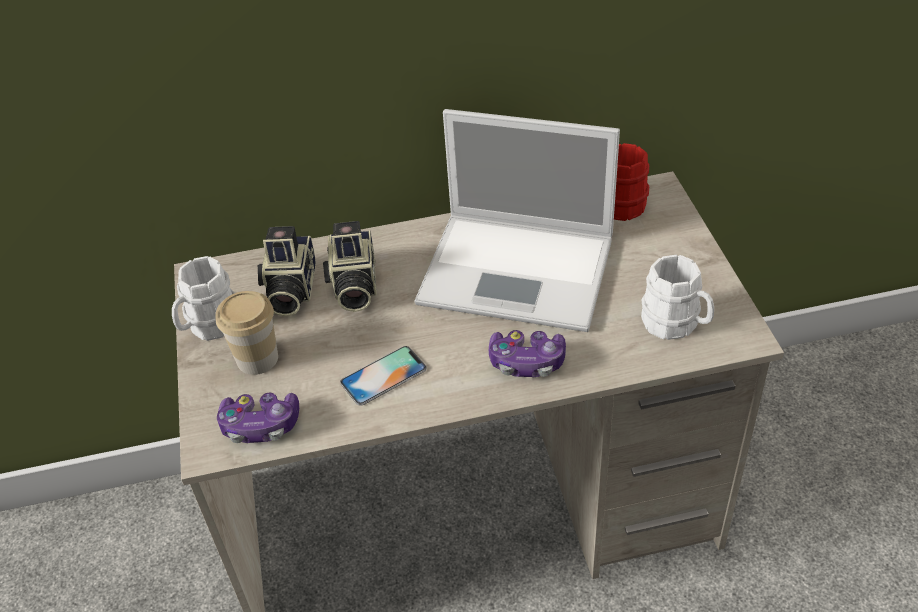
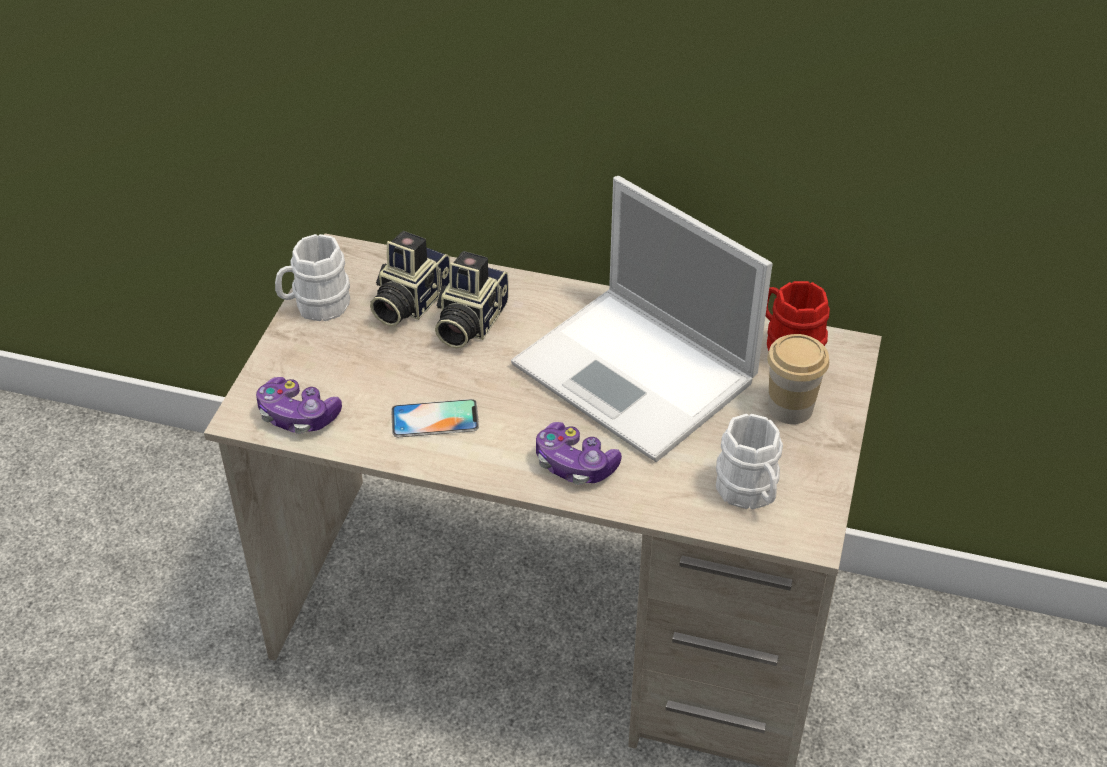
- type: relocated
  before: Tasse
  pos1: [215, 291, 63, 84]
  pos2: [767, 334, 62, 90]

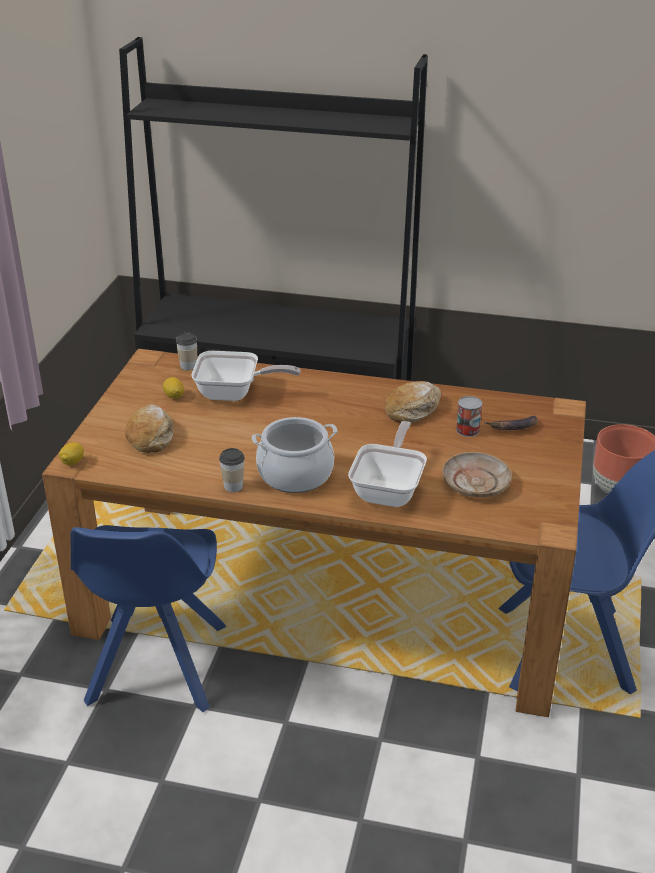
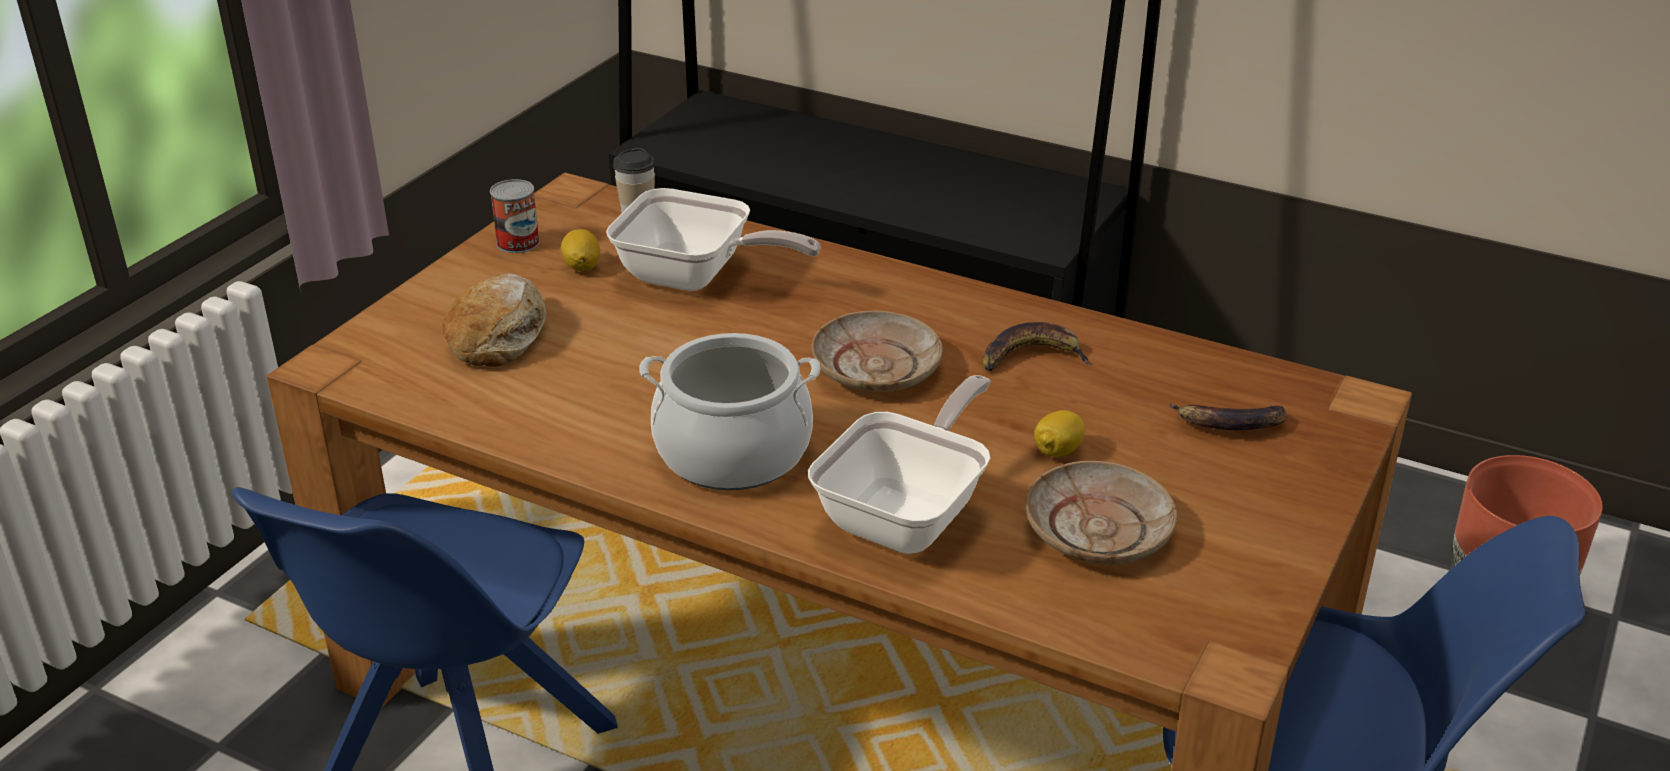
- type: relocated
  before: Dose
  pos1: [456, 396, 26, 41]
  pos2: [490, 179, 50, 74]
- type: appeared
  after: Teller [beige]
  pos2: [811, 311, 132, 81]
- type: exchanged
  before: Brot
  after: Banane
  pos1: [385, 381, 56, 42]
  pos2: [983, 322, 109, 49]
- type: relocated
  before: Zitrone
  pos1: [59, 442, 25, 23]
  pos2: [1034, 410, 51, 47]
- type: missing
  before: Tasse
  pos1: [219, 448, 26, 44]

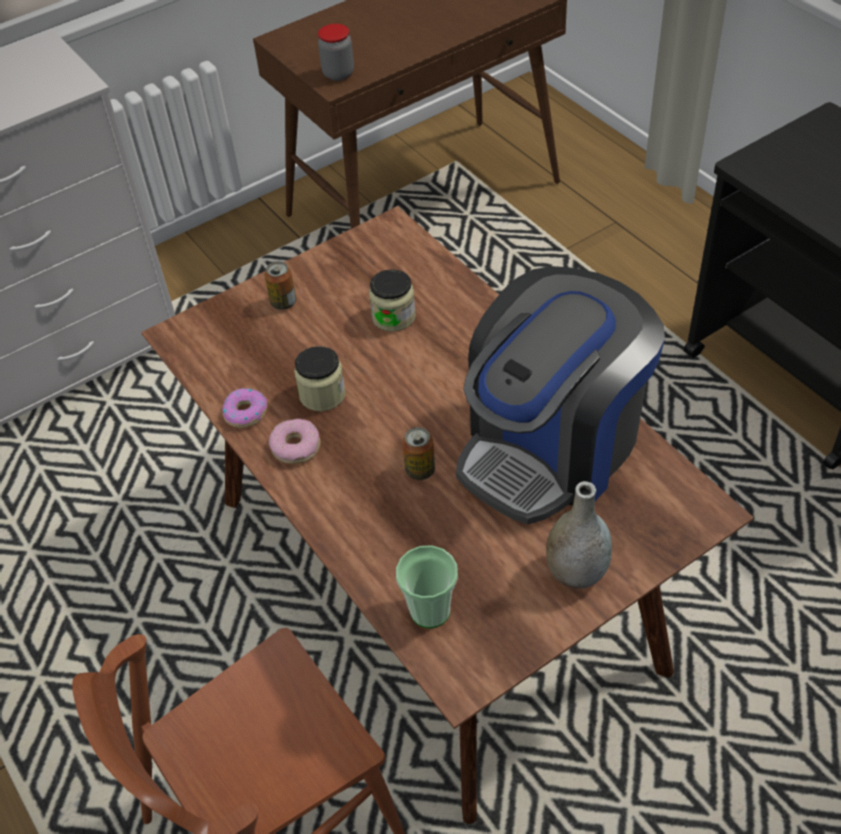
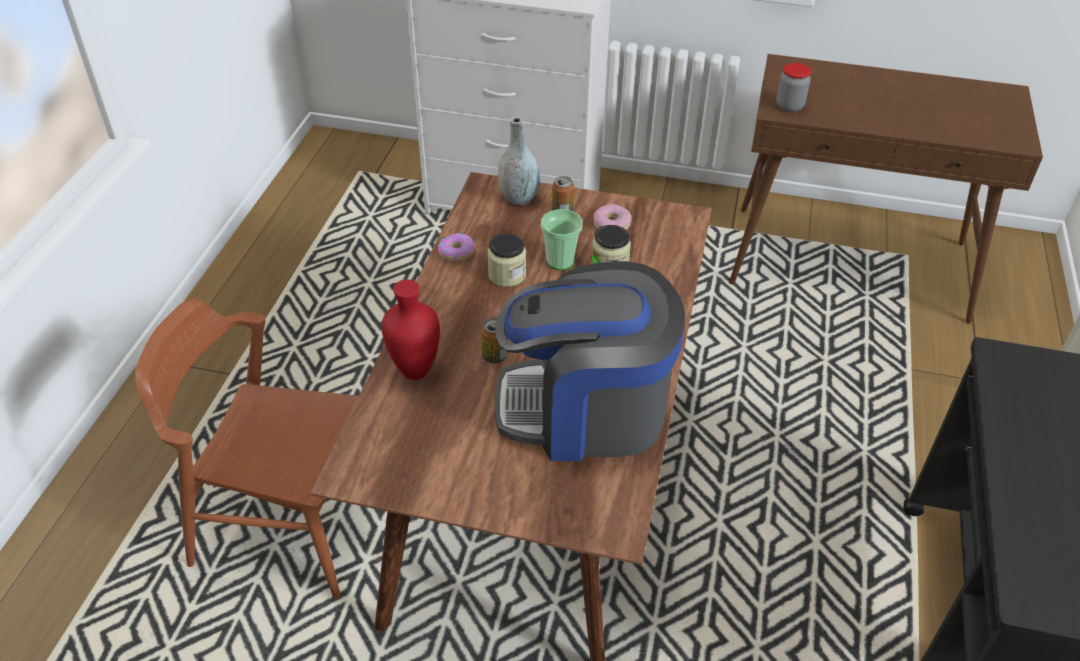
- type: appeared
  after: Vase [rot]
  pos2: [382, 280, 58, 100]
- type: relocated
  before: Vase [grau]
  pos1: [546, 481, 66, 107]
  pos2: [498, 116, 42, 89]
- type: relocated
  before: Tasse
  pos1: [396, 545, 62, 83]
  pos2: [541, 209, 42, 61]
- type: relocated
  before: Donut
  pos1: [269, 419, 52, 45]
  pos2: [593, 204, 38, 26]

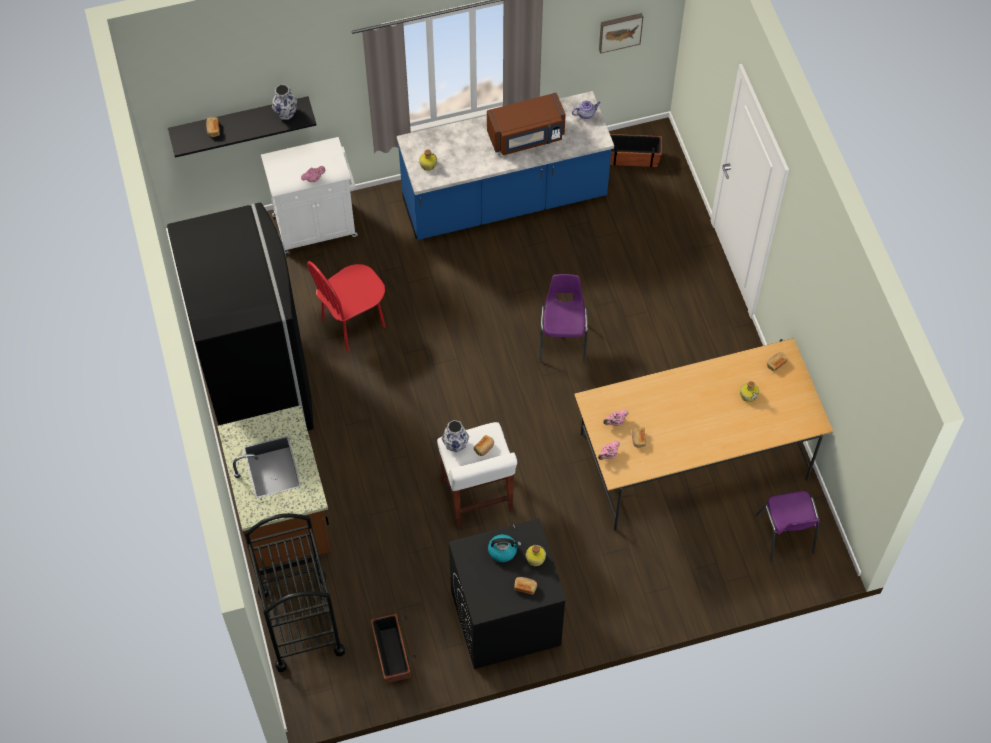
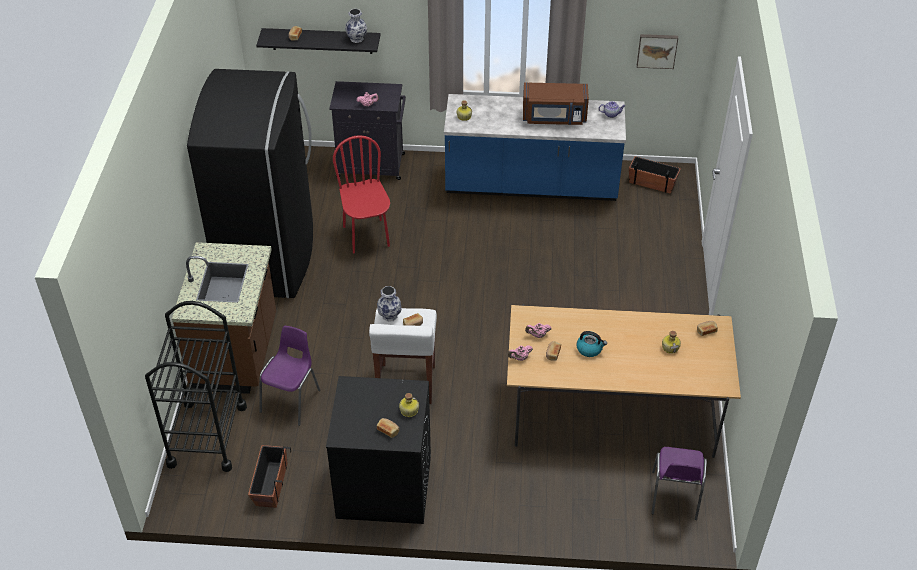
- type: relocated
  before: Stuhl [lila]
  pos1: [539, 274, 49, 90]
  pos2: [260, 326, 60, 100]
- type: colour
  before: Schrank [weiß]
  after: Schrank [schwarz]
  pos1: [261, 137, 97, 116]
  pos2: [329, 81, 77, 99]
- type: spun
  before: Stuhl [rot]
  pos1: [307, 261, 78, 91]
  pos2: [333, 135, 57, 118]
  turn: 90
- type: relocated
  before: Wasserkessel
  pos1: [488, 534, 33, 28]
  pos2: [576, 331, 31, 26]

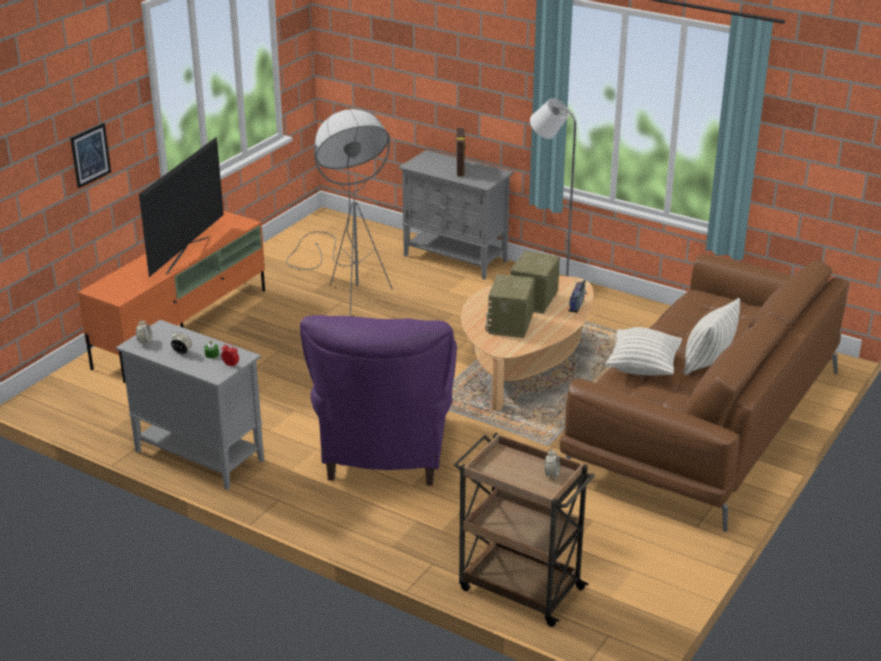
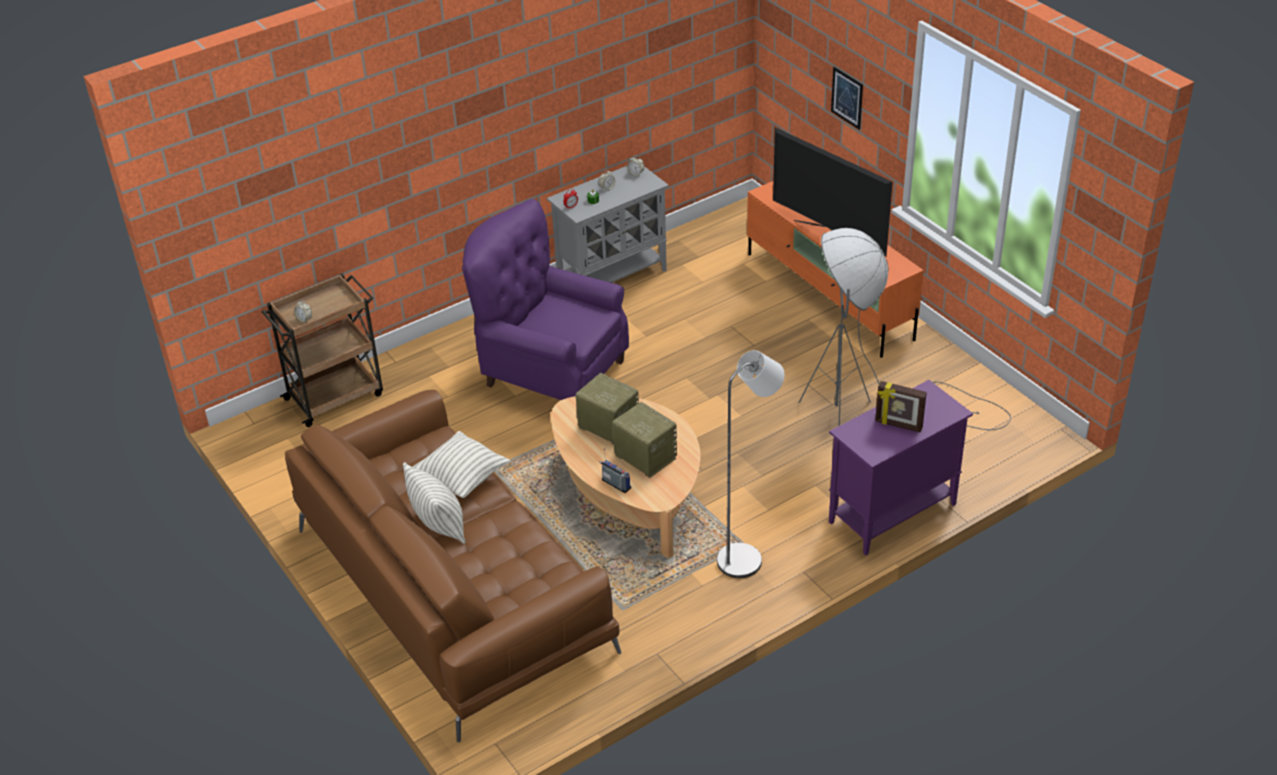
- type: colour
  before: Schrank [grau]
  after: Schrank [lila]
  pos1: [399, 150, 115, 130]
  pos2: [829, 380, 144, 175]

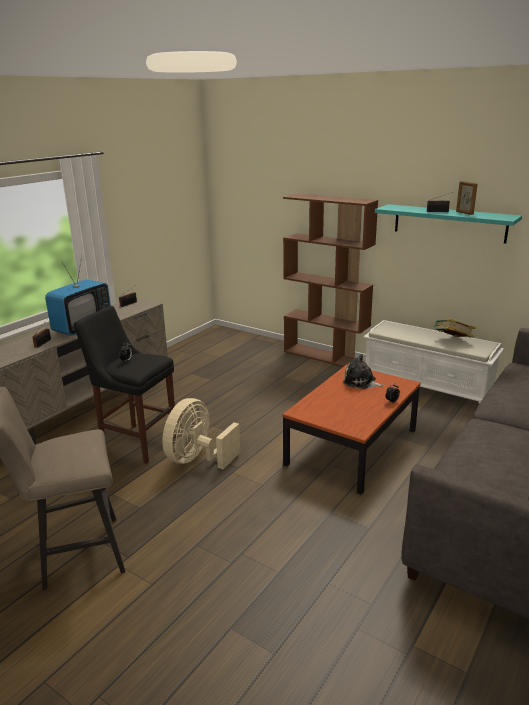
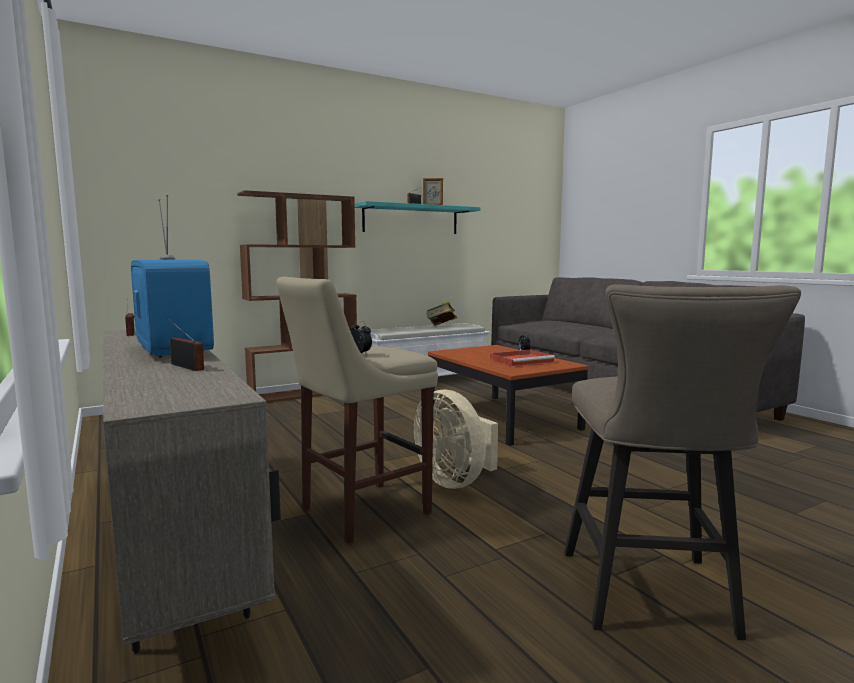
- type: colour
  before: Hocker [schwarz]
  after: Hocker [beige]
  pos1: [74, 306, 102, 158]
  pos2: [276, 276, 162, 268]
- type: appeared
  after: Tablett [rot]
  pos2: [490, 350, 65, 17]
- type: missing
  before: Plüschtier
  pos1: [343, 354, 42, 35]

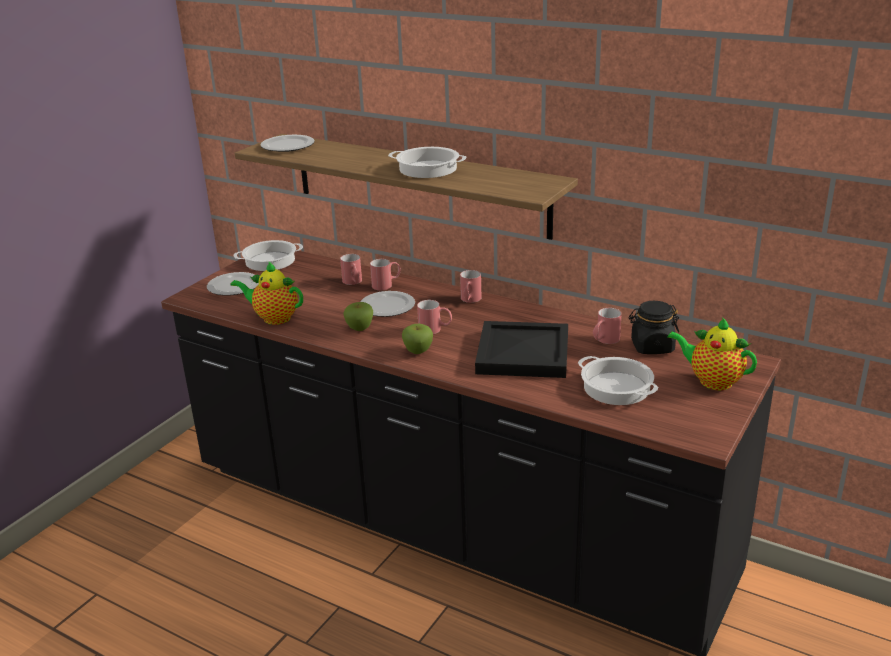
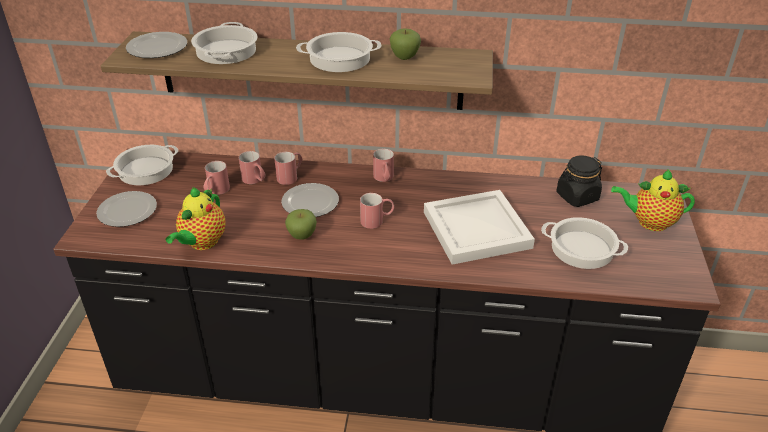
- type: spun
  before: Teekanne
  pos1: [230, 261, 73, 64]
  pos2: [166, 187, 60, 63]
  turn: -60
- type: appeared
  after: Kochtopf
  pos2: [191, 22, 67, 42]
- type: relocated
  before: Henkelbecher [rot]
  pos1: [593, 308, 29, 36]
  pos2: [203, 161, 27, 34]
- type: relocated
  before: Apfel
  pos1: [402, 324, 31, 30]
  pos2: [390, 29, 31, 31]
- type: colour
  before: Tablett [schwarz]
  after: Tablett [weiß]
  pos1: [475, 321, 93, 57]
  pos2: [424, 190, 111, 75]

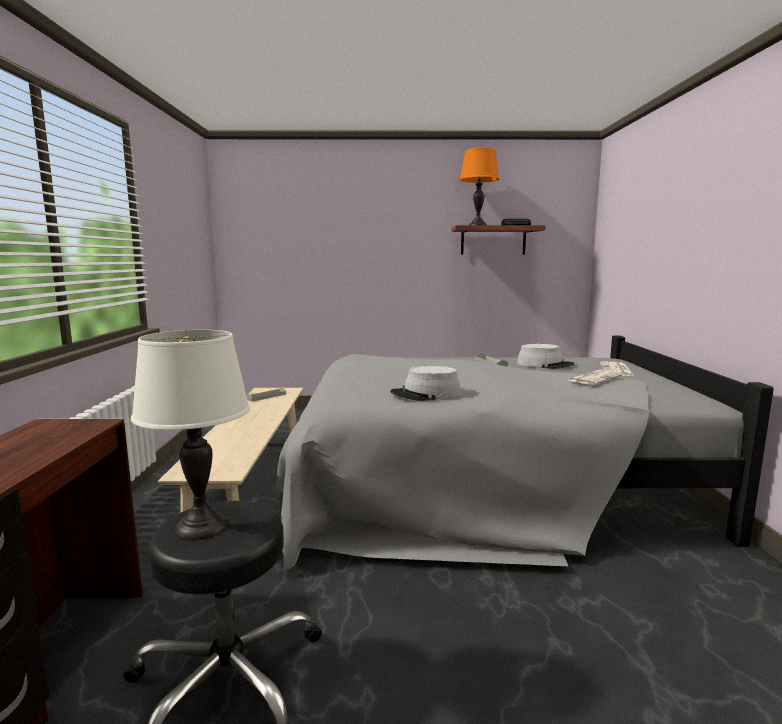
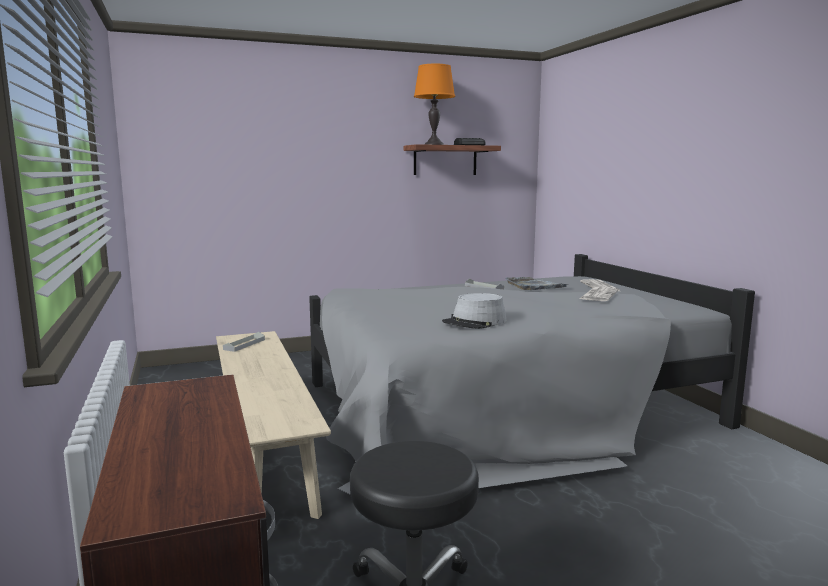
- type: exchanged
  before: Hut [grau]
  after: Tablett [grau]
  pos1: [517, 344, 57, 25]
  pos2: [505, 277, 62, 13]
- type: missing
  before: Tischlampe [weiß]
  pos1: [131, 330, 119, 210]

